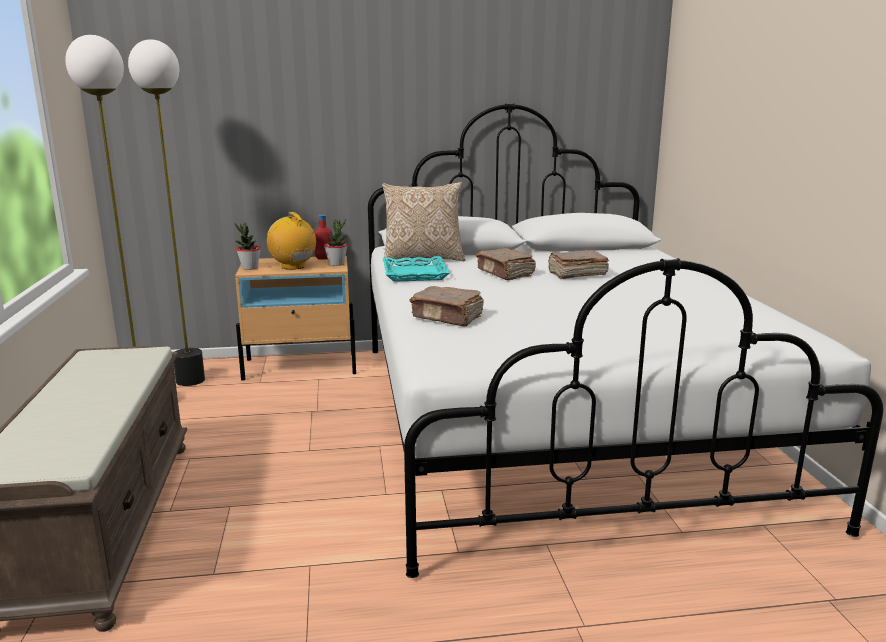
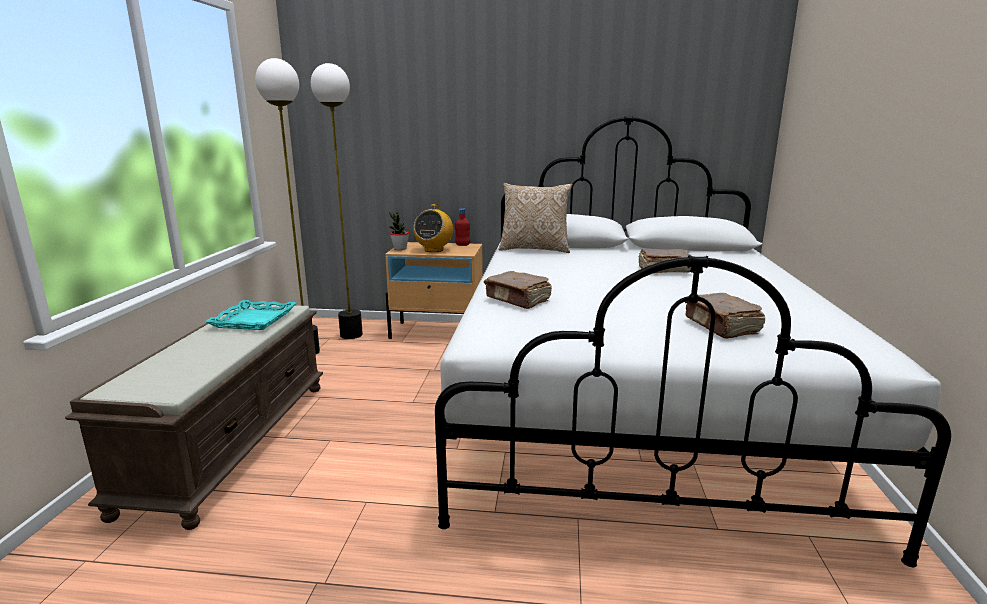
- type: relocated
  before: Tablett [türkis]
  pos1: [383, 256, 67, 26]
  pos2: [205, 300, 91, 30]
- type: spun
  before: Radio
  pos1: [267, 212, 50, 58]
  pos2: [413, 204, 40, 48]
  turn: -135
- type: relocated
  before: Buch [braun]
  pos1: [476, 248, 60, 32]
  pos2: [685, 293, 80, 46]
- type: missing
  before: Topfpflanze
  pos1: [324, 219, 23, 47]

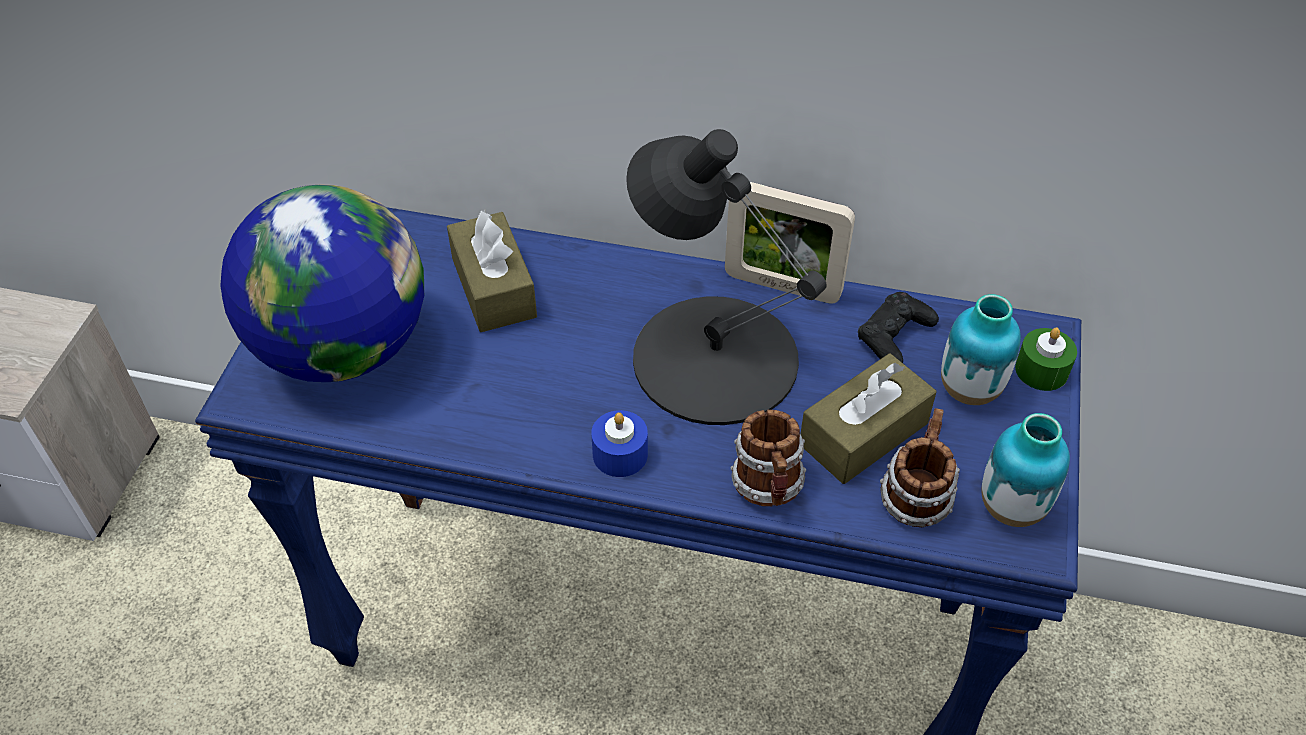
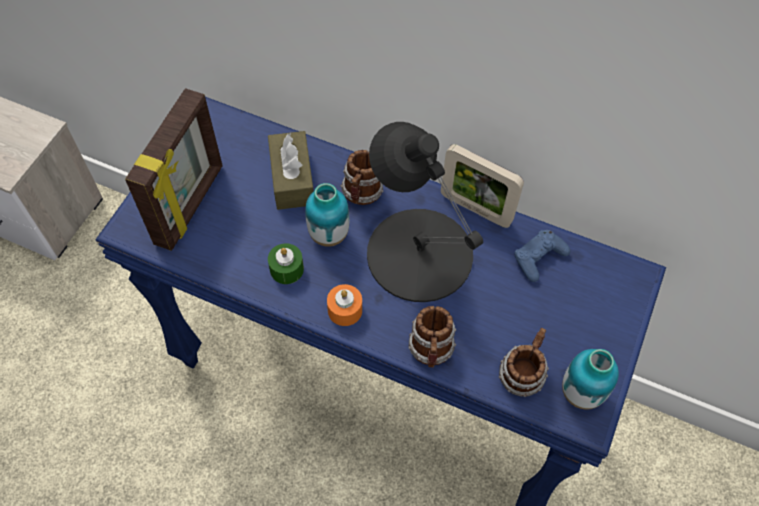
- type: exchanged
  before: Globus
  after: Bilderrahmen
  pos1: [220, 184, 204, 198]
  pos2: [125, 88, 98, 163]
- type: relocated
  before: Kerze [grün]
  pos1: [1015, 328, 62, 63]
  pos2: [268, 243, 36, 41]
- type: relocated
  before: Vase
  pos1: [941, 294, 80, 111]
  pos2: [305, 183, 44, 64]
- type: colour
  before: Kerze [blau]
  after: Kerze [orange]
  pos1: [591, 410, 57, 67]
  pos2: [327, 284, 35, 42]
- type: appeared
  after: Henkelbecher
  pos2: [341, 150, 42, 55]
- type: colour
  before: Gamepad [schwarz]
  after: Gamepad [blau]
  pos1: [858, 292, 81, 71]
  pos2: [514, 230, 56, 52]
- type: missing
  before: Taschentuchbox [braun]
  pos1: [800, 353, 136, 131]

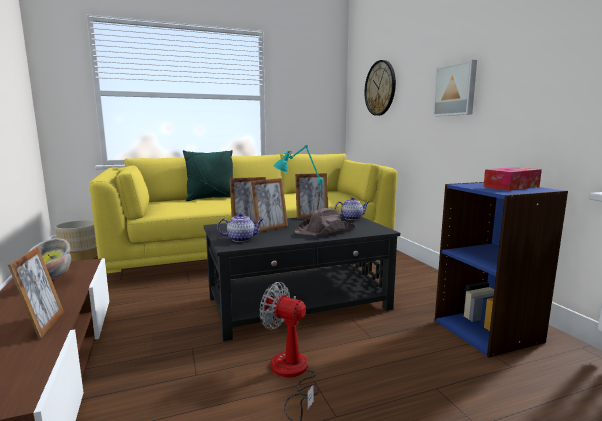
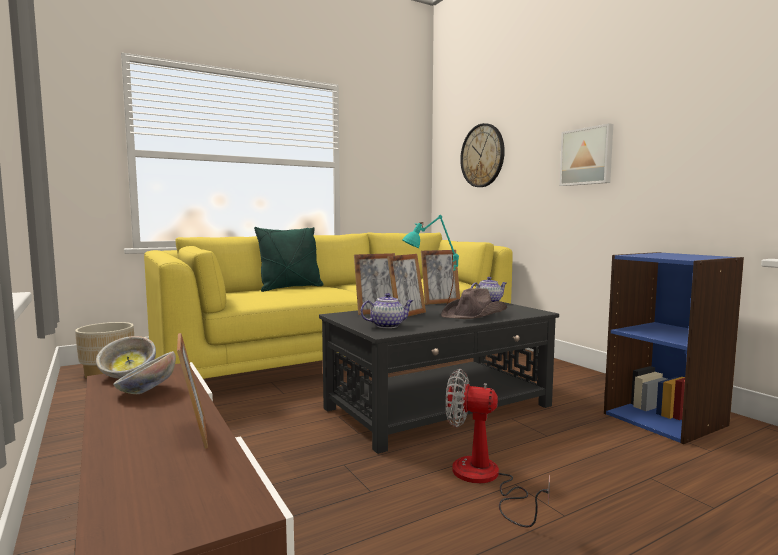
- type: missing
  before: Taschentuchbox
  pos1: [483, 167, 59, 24]

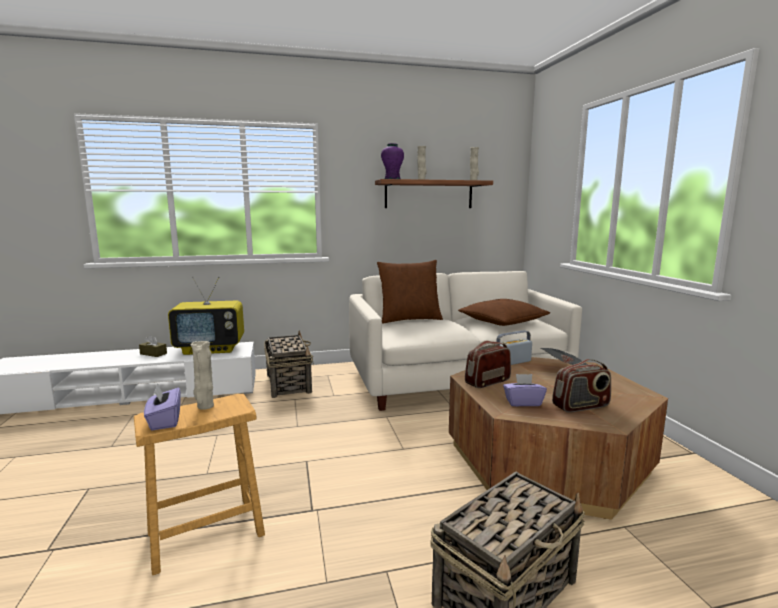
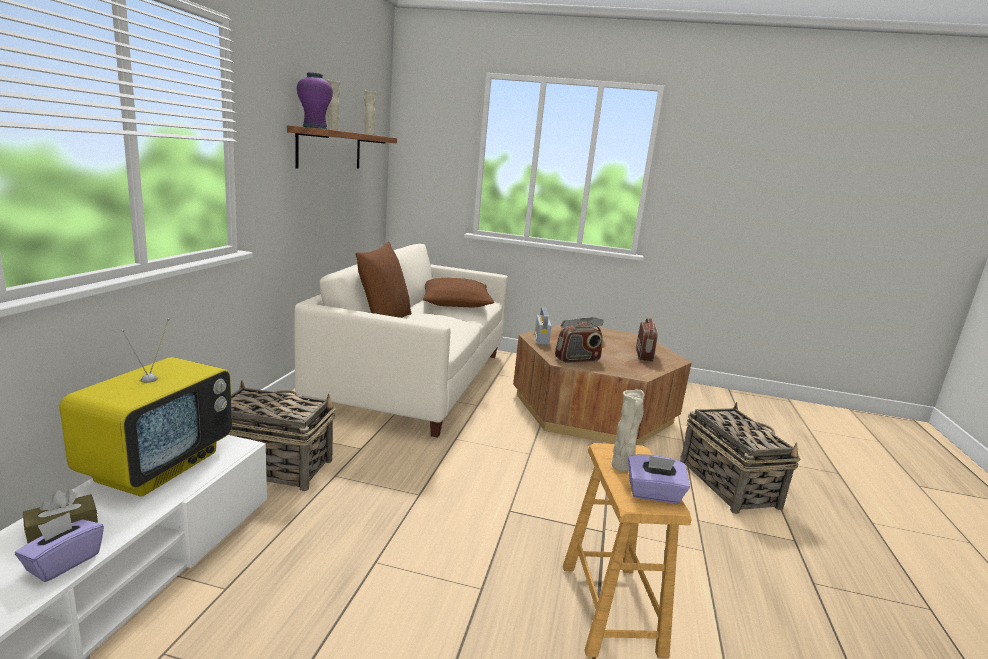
- type: relocated
  before: Taschentuchbox [lila]
  pos1: [503, 374, 44, 32]
  pos2: [15, 512, 89, 70]
- type: spun
  before: Radio
  pos1: [465, 340, 46, 48]
  pos2: [555, 322, 48, 41]
  turn: -105

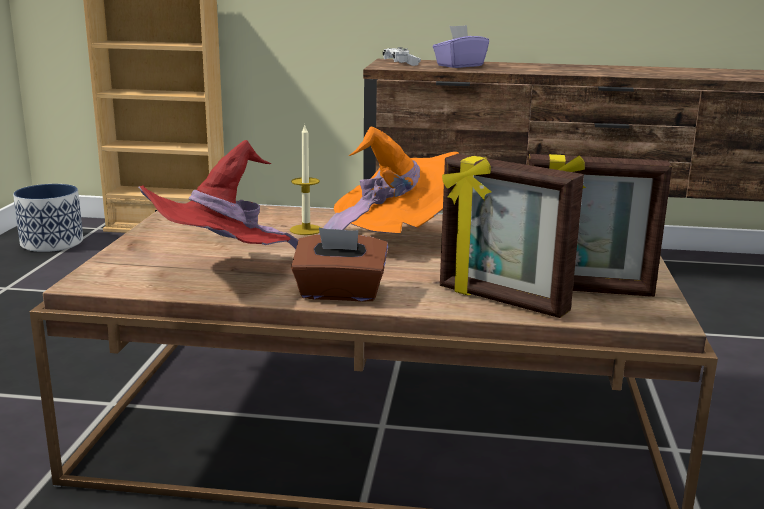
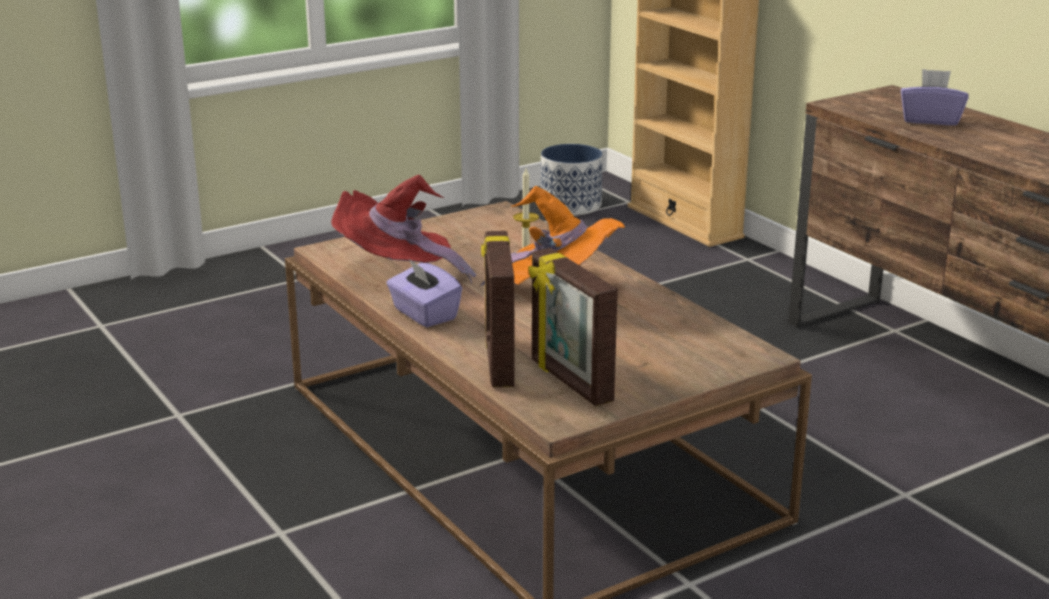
- type: colour
  before: Taschentuchbox [braun]
  after: Taschentuchbox [lila]
  pos1: [291, 228, 97, 74]
  pos2: [386, 259, 76, 68]
- type: missing
  before: Gamepad [weiß]
  pos1: [383, 47, 38, 19]

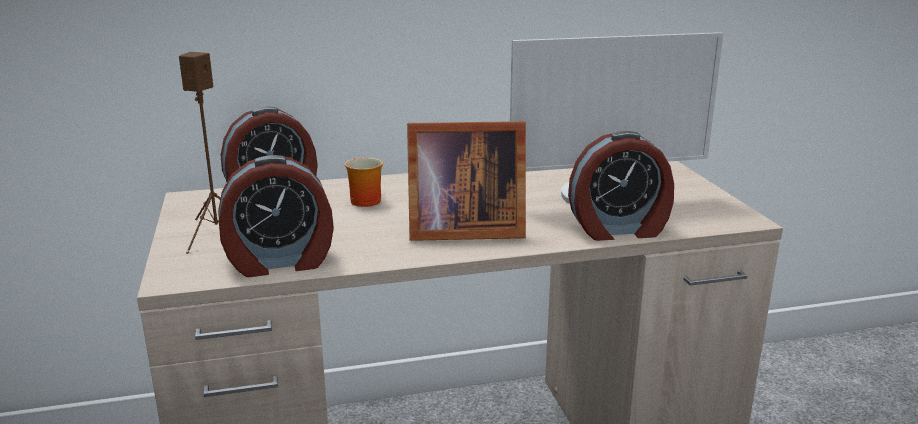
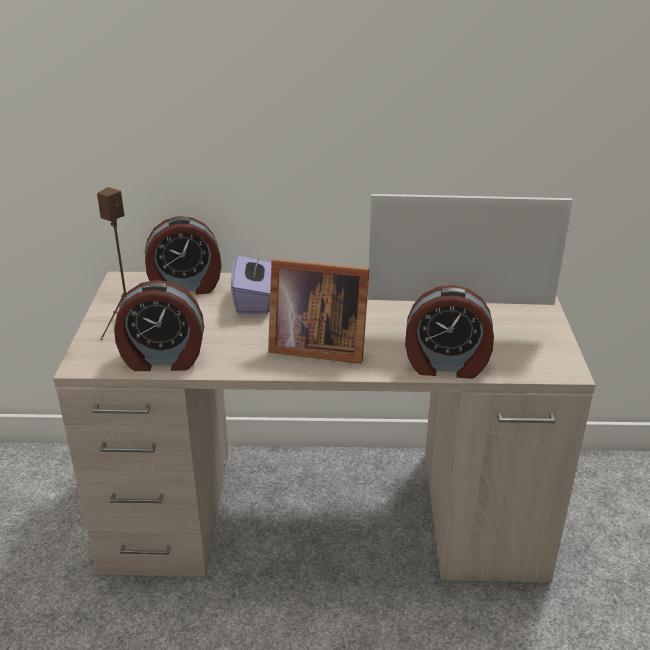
- type: exchanged
  before: Henkelbecher
  after: Taschentuchbox [lila]
  pos1: [345, 157, 38, 50]
  pos2: [231, 253, 40, 61]

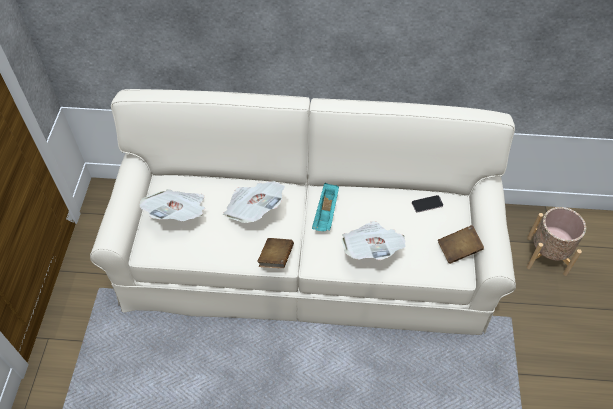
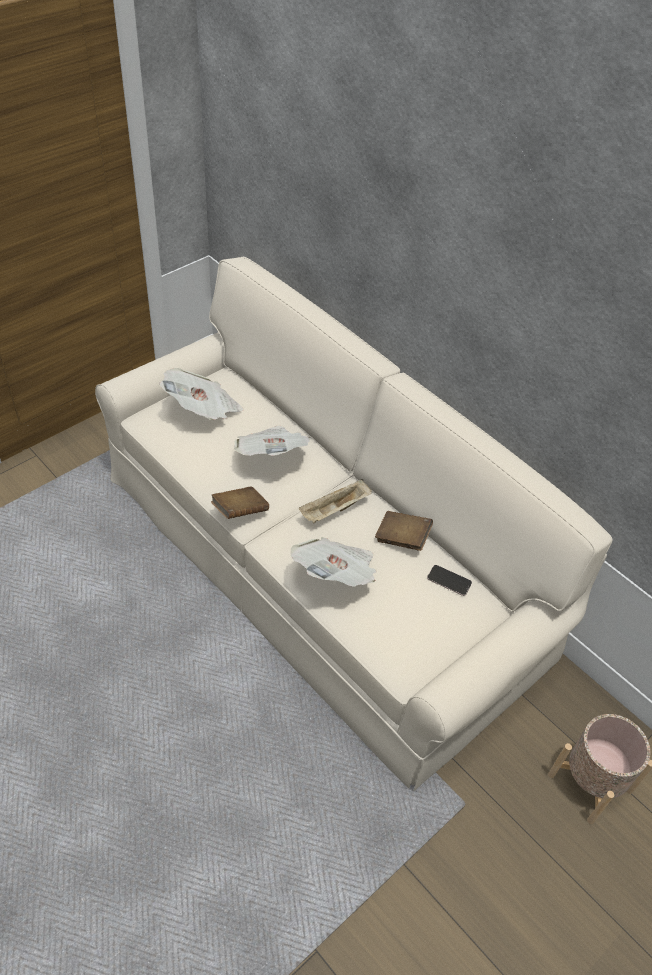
- type: colour
  before: Tablett [türkis]
  after: Tablett [beige]
  pos1: [312, 183, 27, 48]
  pos2: [299, 479, 73, 44]
- type: relocated
  before: Buch [braun]
  pos1: [438, 225, 46, 39]
  pos2: [375, 511, 58, 40]

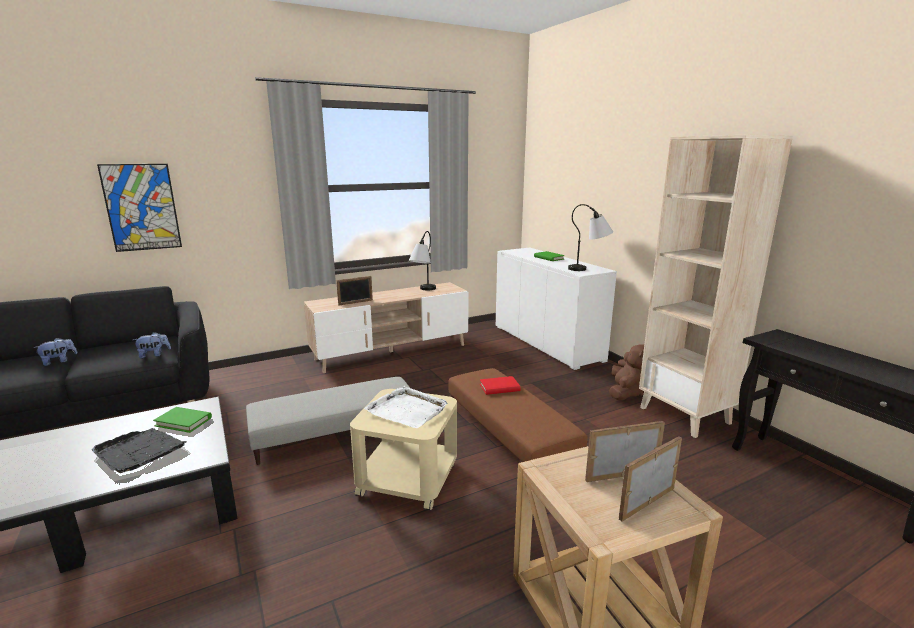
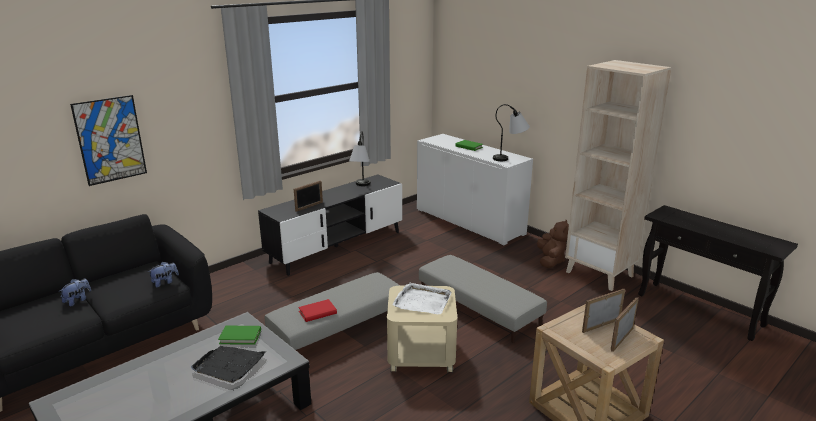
- type: colour
  before: Fernsehschrank [beige]
  after: Fernsehschrank [schwarz]
  pos1: [304, 282, 165, 91]
  pos2: [258, 174, 144, 102]
- type: relocated
  before: Buch [rot]
  pos1: [480, 376, 41, 19]
  pos2: [298, 299, 39, 23]
- type: colour
  before: Polsterhocker [braun]
  after: Polsterhocker [grau]
  pos1: [448, 368, 139, 94]
  pos2: [419, 255, 128, 88]

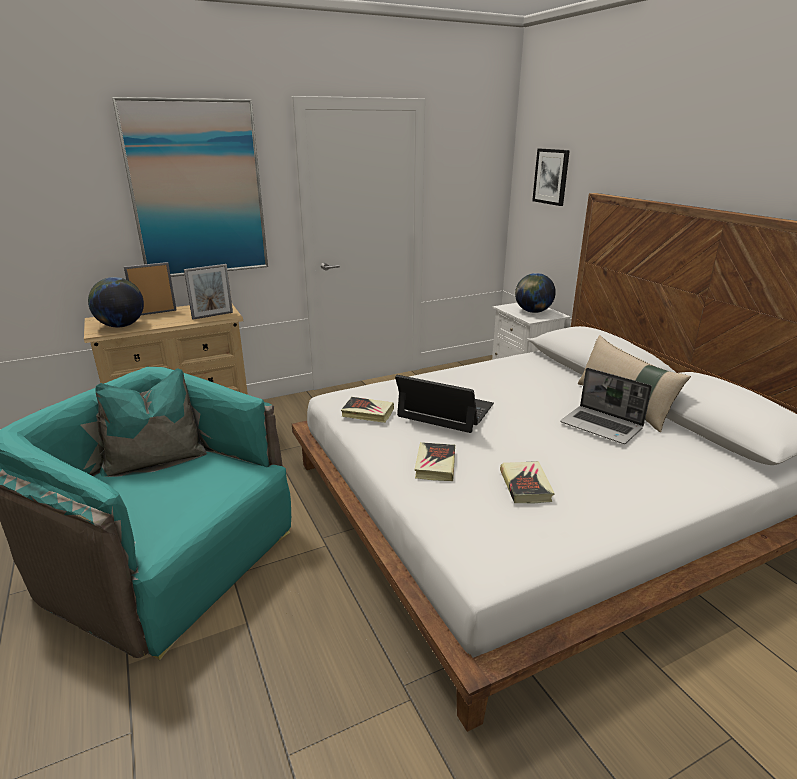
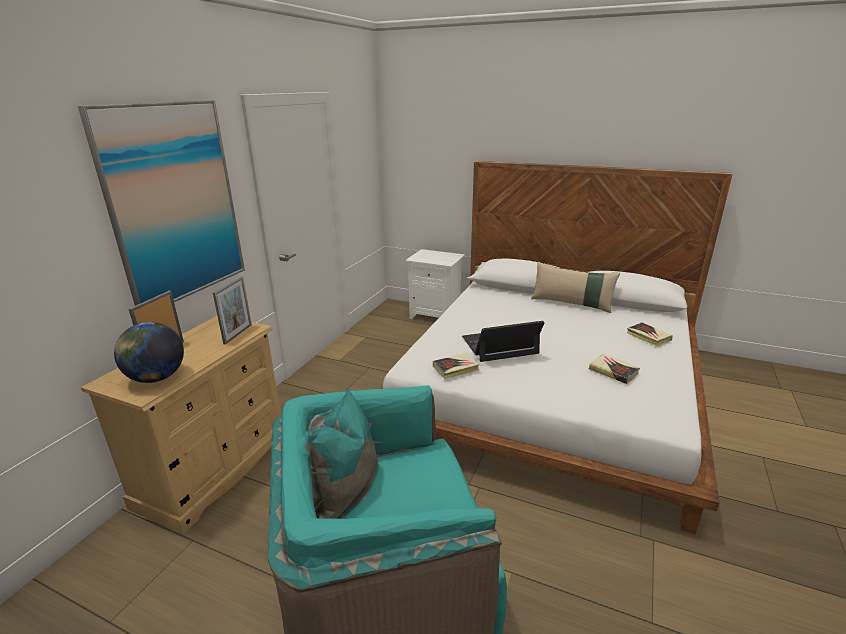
- type: relocated
  before: Buch
  pos1: [414, 442, 41, 39]
  pos2: [627, 322, 46, 25]
- type: missing
  before: Globus
  pos1: [515, 273, 41, 40]
- type: missing
  before: Bild
  pos1: [532, 149, 38, 57]
- type: missing
  before: Laptop
  pos1: [560, 368, 92, 76]

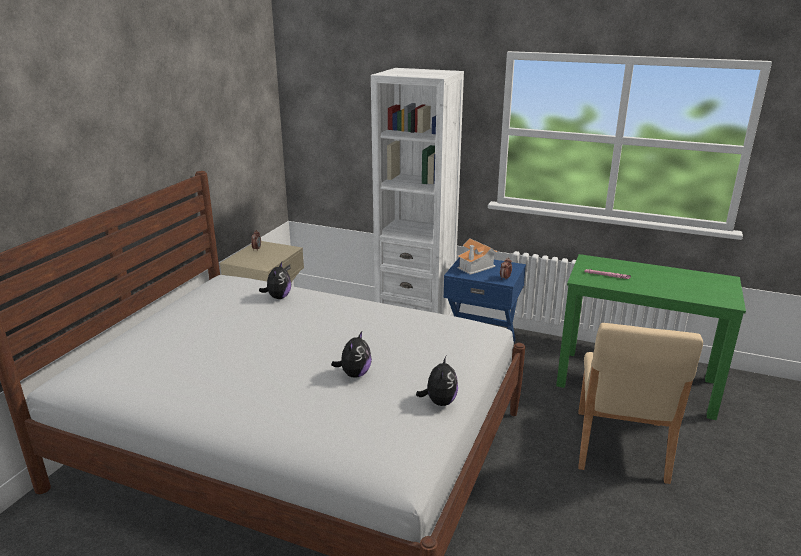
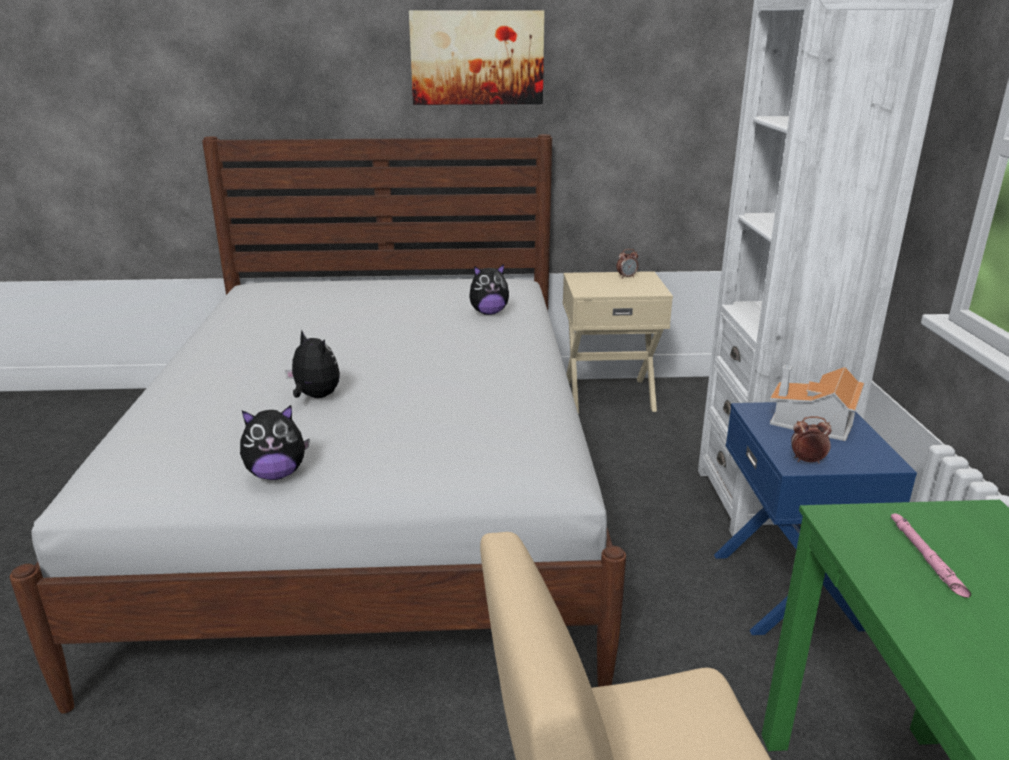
- type: spun
  before: Plüschtier
  pos1: [331, 331, 41, 47]
  pos2: [285, 330, 55, 68]
  turn: -135
- type: appeared
  after: Bild
  pos2: [409, 10, 136, 95]

